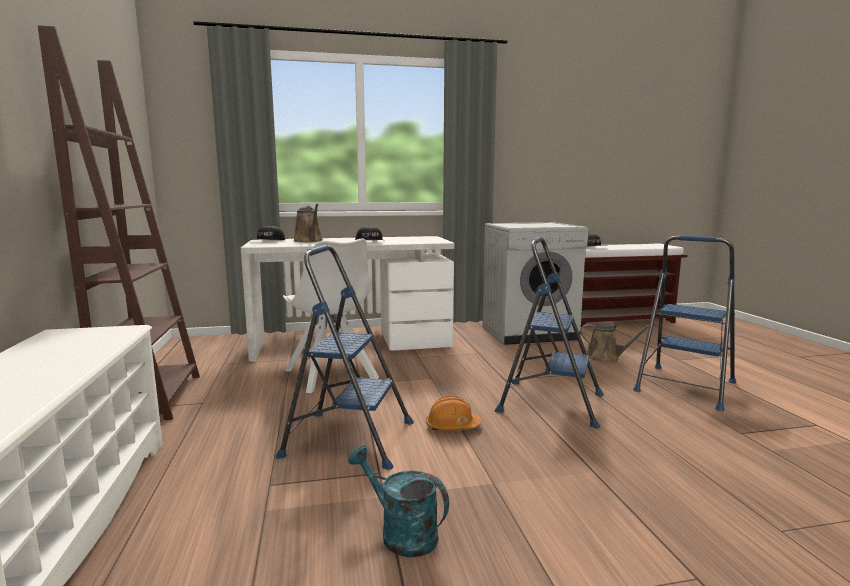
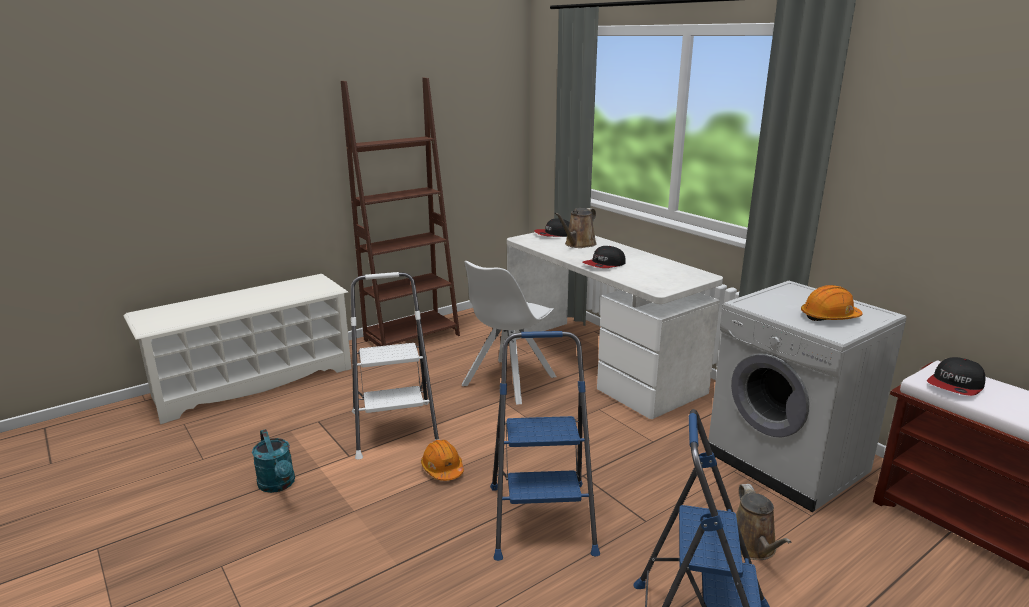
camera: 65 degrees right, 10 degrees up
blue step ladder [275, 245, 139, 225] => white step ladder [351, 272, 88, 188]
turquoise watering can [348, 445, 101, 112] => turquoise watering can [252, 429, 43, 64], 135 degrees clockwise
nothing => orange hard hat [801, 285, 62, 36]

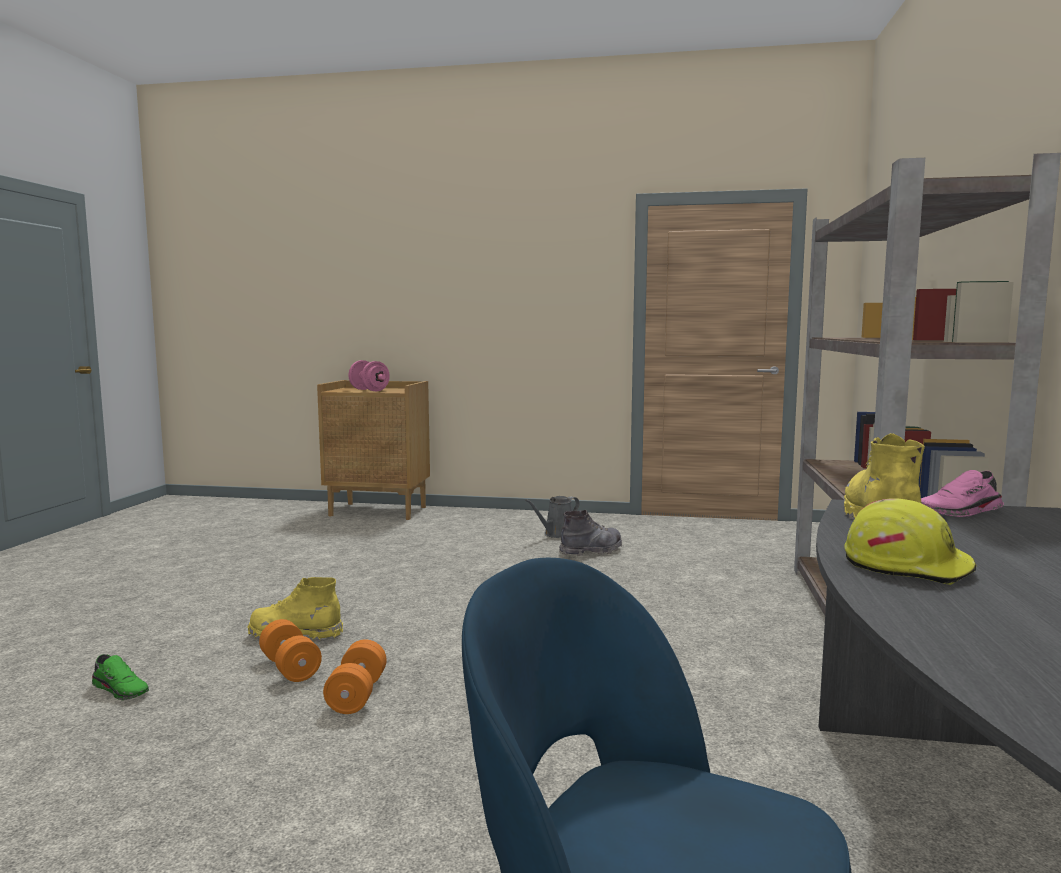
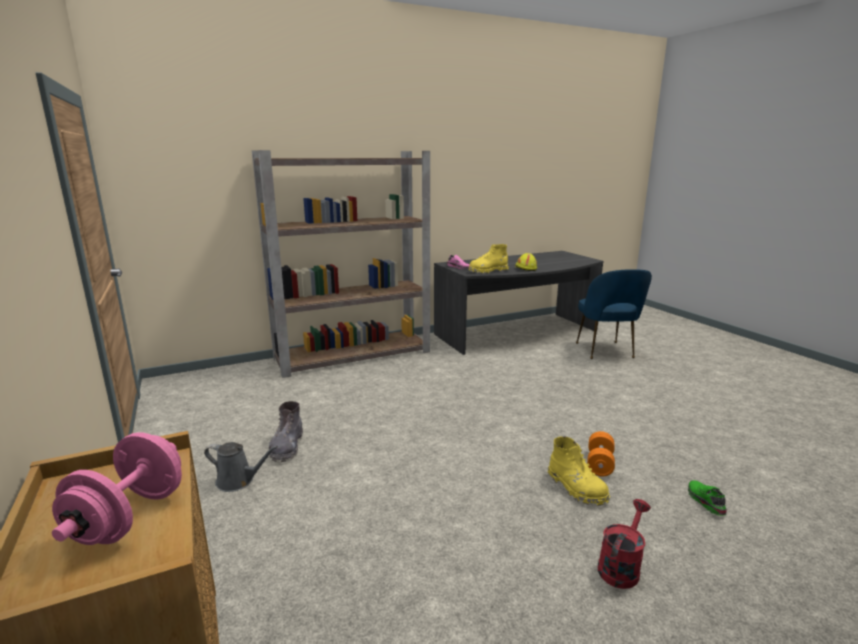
camera: 125 degrees left, 10 degrees up
orange dumbbell [323, 639, 64, 75] => nothing
grey boot [559, 510, 63, 46] => grey boot [269, 401, 34, 61], 120 degrees counterclockwise
nothing => red watering can [598, 499, 53, 90]

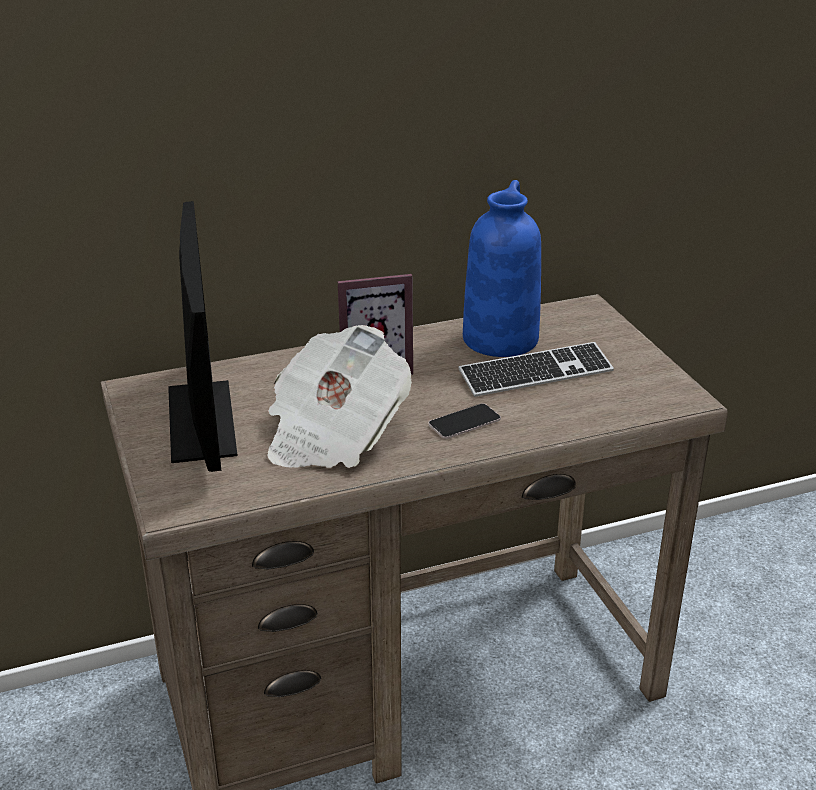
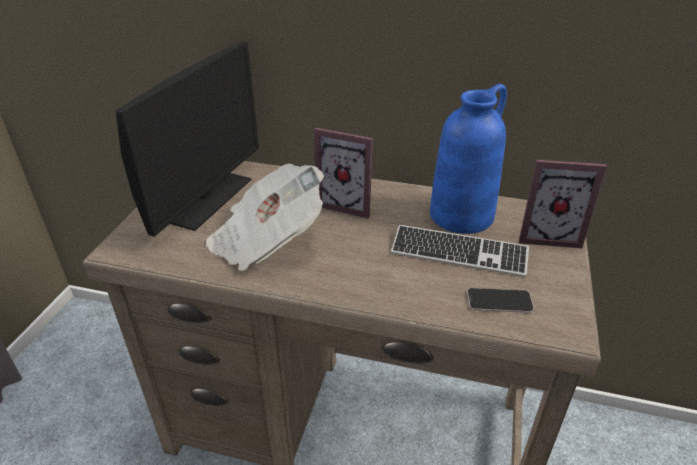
camera: 35 degrees right, 5 degrees up
phone [428, 403, 73, 36] => phone [467, 288, 67, 25], relocated
nothing => picture frame [519, 160, 88, 89]

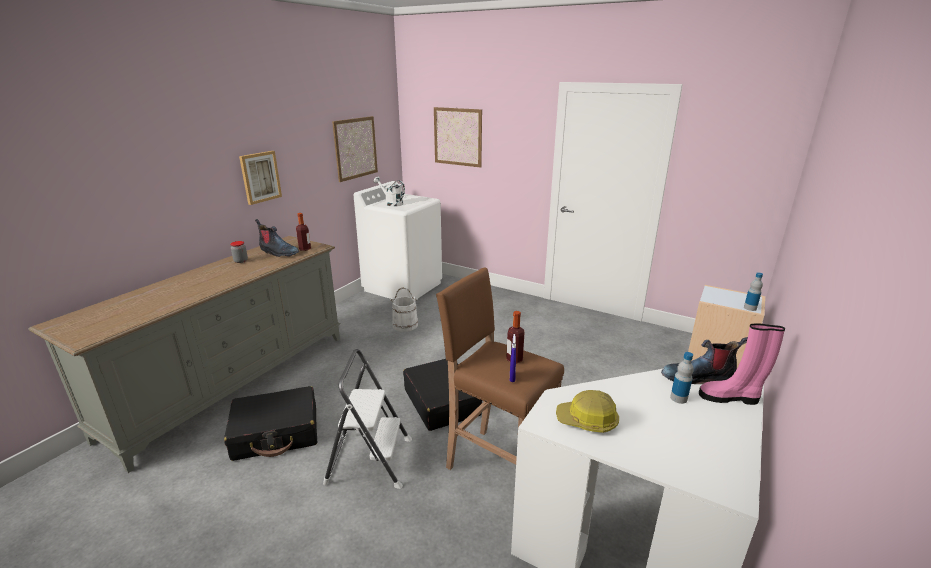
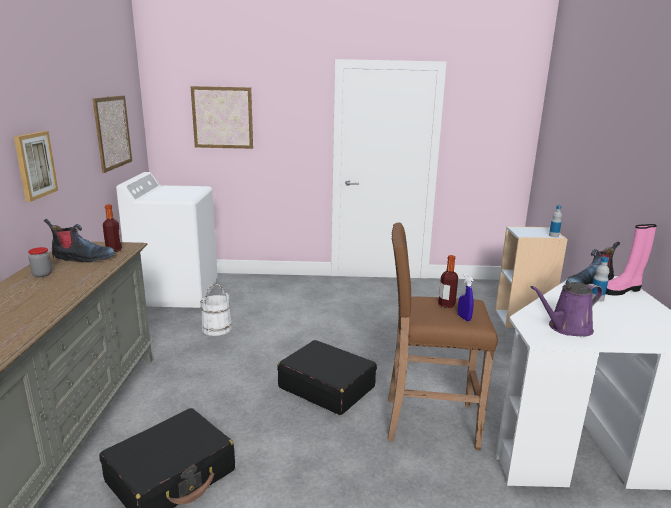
camera: 30 degrees left, 5 degrees down
white step ladder [323, 349, 89, 140] => nothing
white watering can [374, 177, 31, 29] => nothing
hard hat [556, 390, 63, 43] => purple watering can [531, 282, 72, 55]

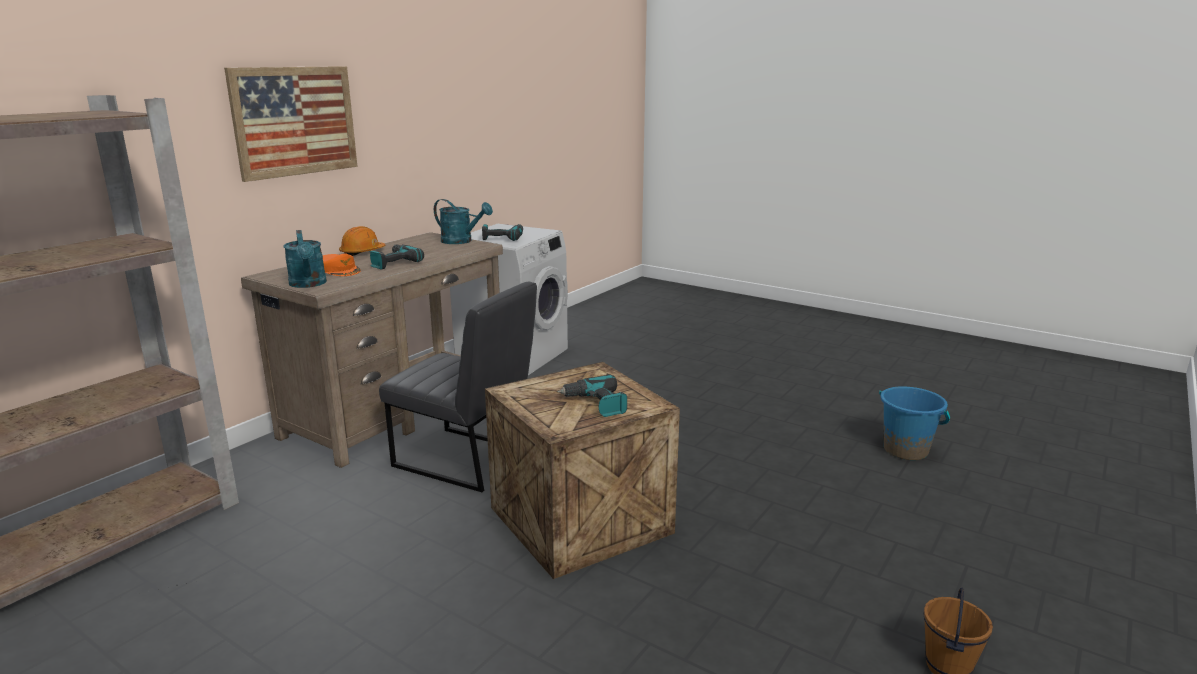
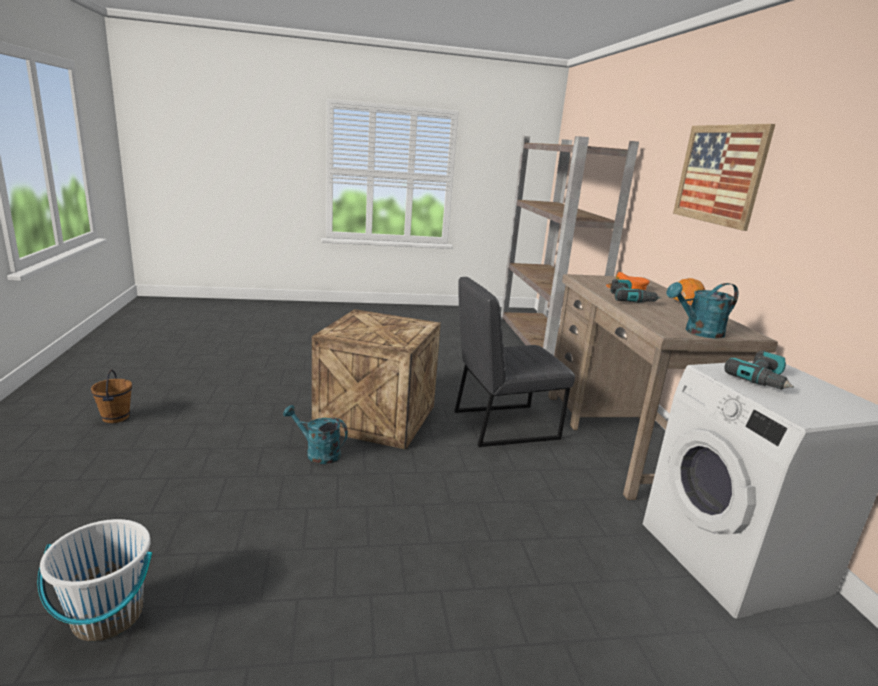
camera: 135 degrees right, 0 degrees up
turquoise watering can [283, 230, 44, 58] => turquoise watering can [283, 405, 65, 59], relocated
power drill [557, 375, 70, 42] => nothing
blue bucket [879, 386, 71, 74] => white bucket [38, 519, 114, 122]

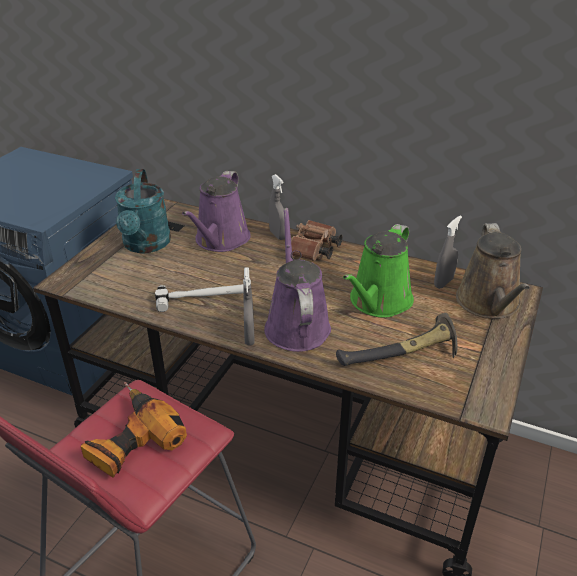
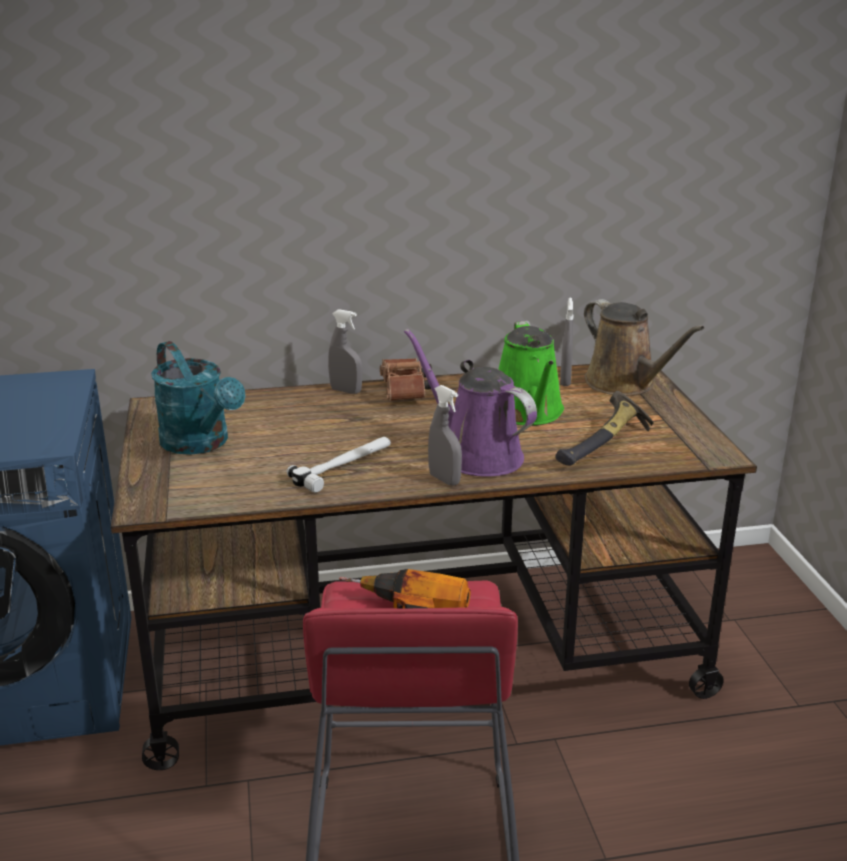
camera: 35 degrees left, 10 degrees down
purple watering can [182, 171, 69, 81] => nothing

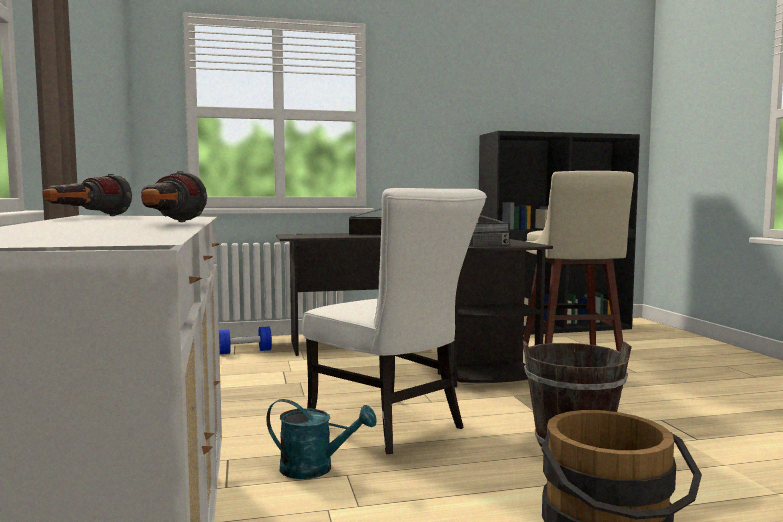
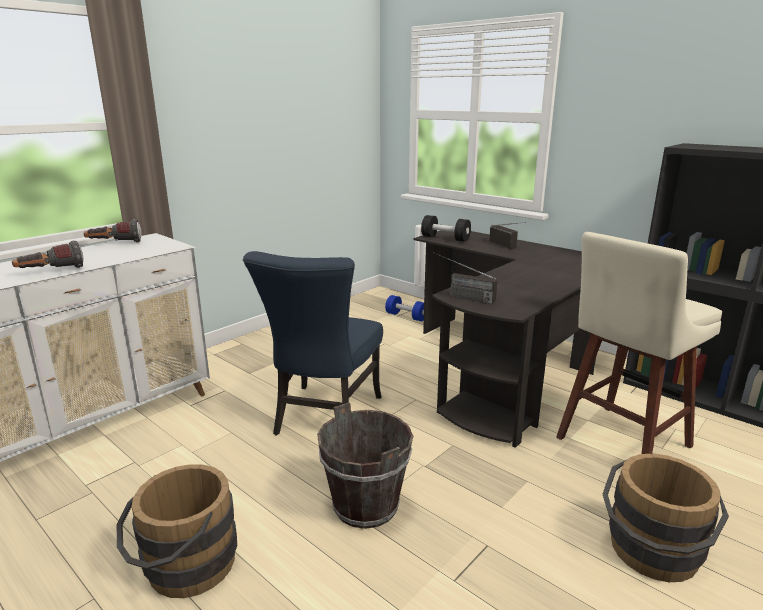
camera: 55 degrees right, 15 degrees up
turquoise watering can [266, 399, 111, 80] => nothing
white chair [302, 188, 185, 266] => blue chair [243, 251, 140, 185]
nothing => black dumbbell [421, 215, 50, 27]
nothing => brown bucket [603, 454, 126, 128]

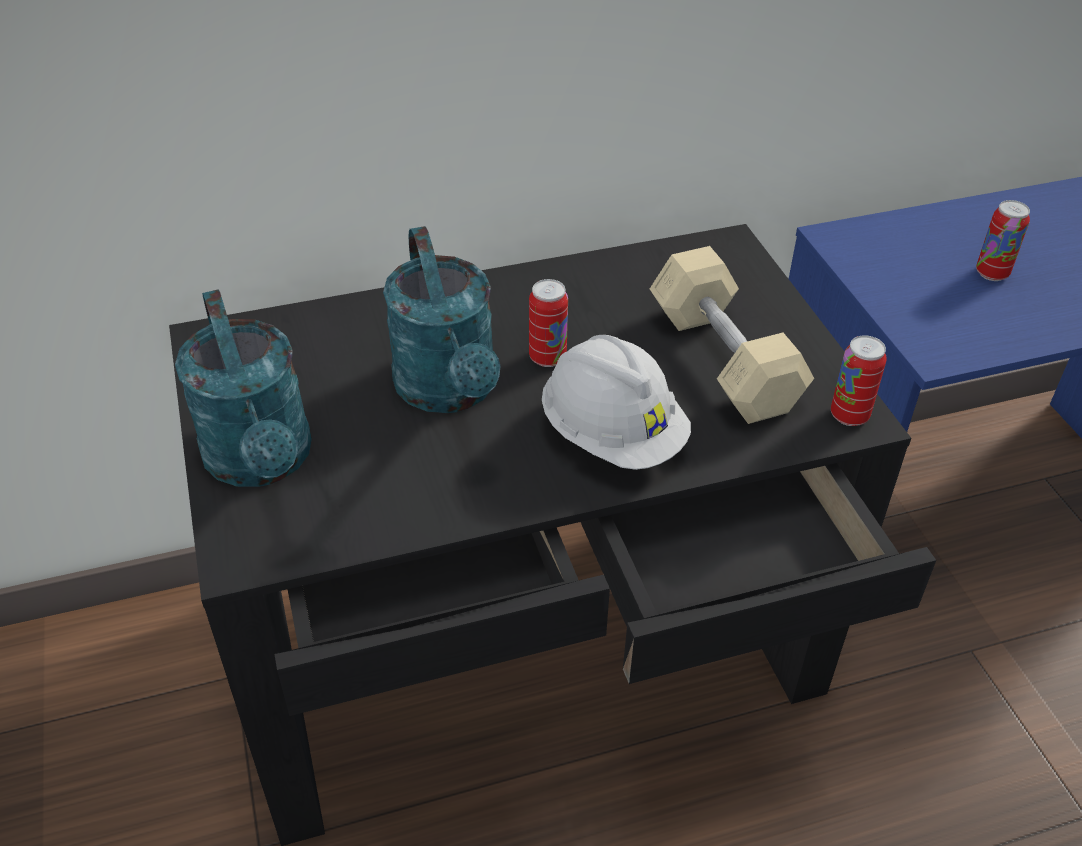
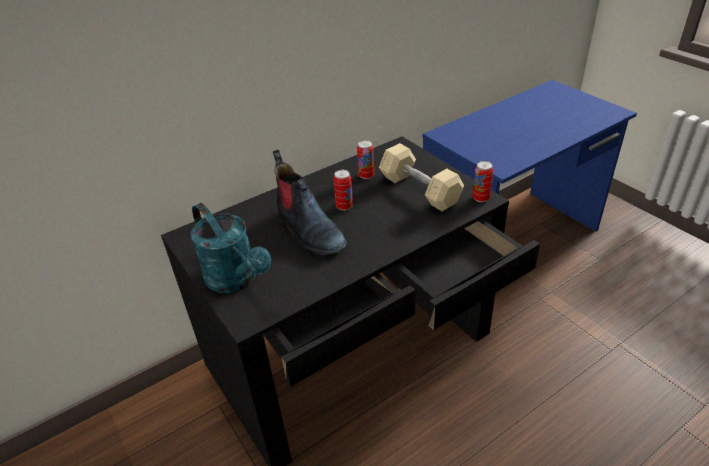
camera: 15 degrees left, 5 degrees down
turquoise watering can [383, 226, 117, 187] => boot [273, 150, 74, 105]
white hard hat [542, 335, 149, 135] => nothing
can [976, 200, 54, 81] => can [357, 140, 17, 39], relocated

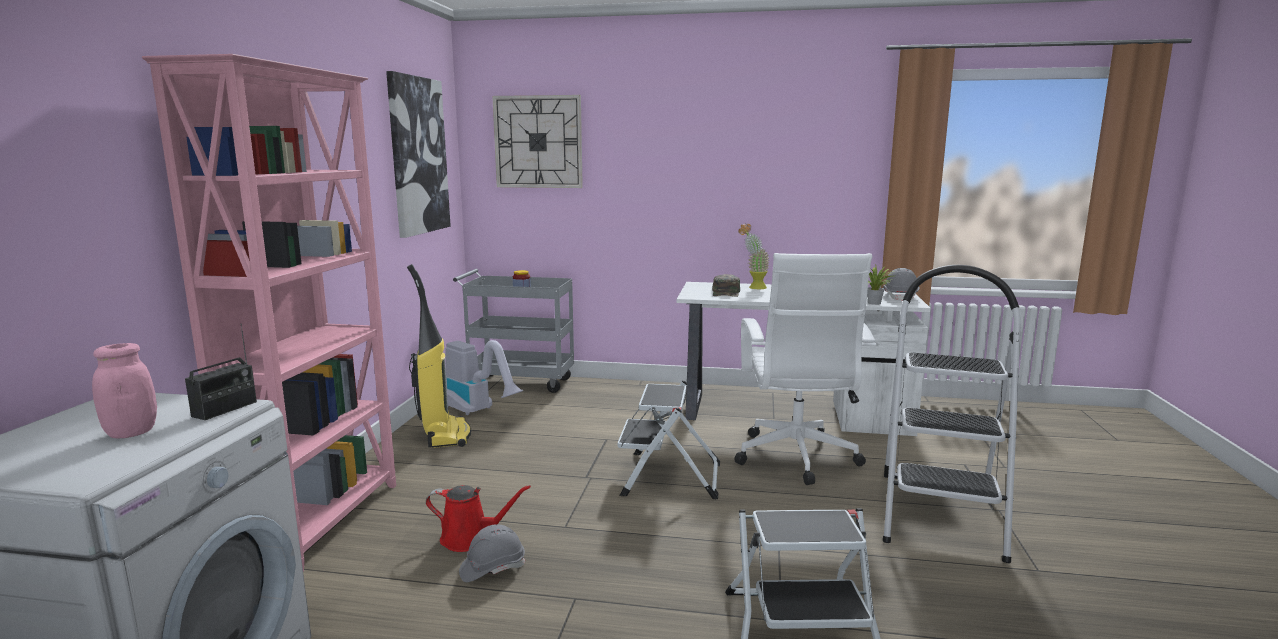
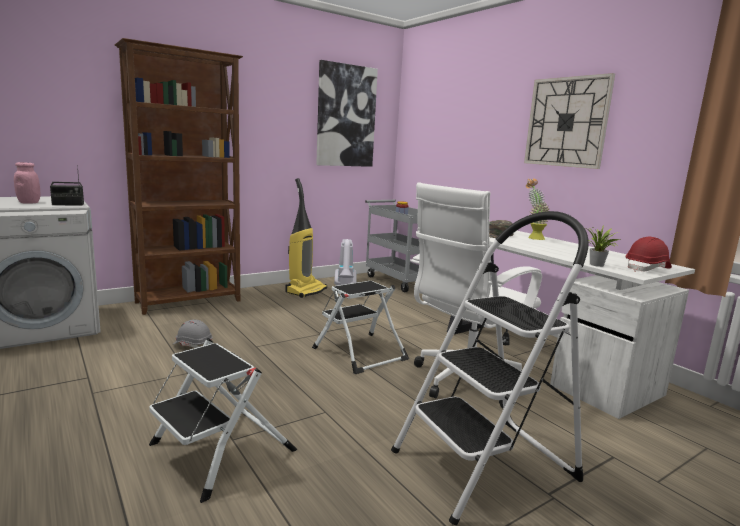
camera: 45 degrees right, 0 degrees up
pink bookcase [142, 54, 254, 518] => brown bookcase [115, 38, 128, 277]
red watering can [426, 485, 105, 67] => nothing
wall clock [492, 95, 91, 93] => wall clock [524, 73, 91, 96], relocated
grey hard hat [883, 268, 37, 32] => red hard hat [626, 237, 46, 35]

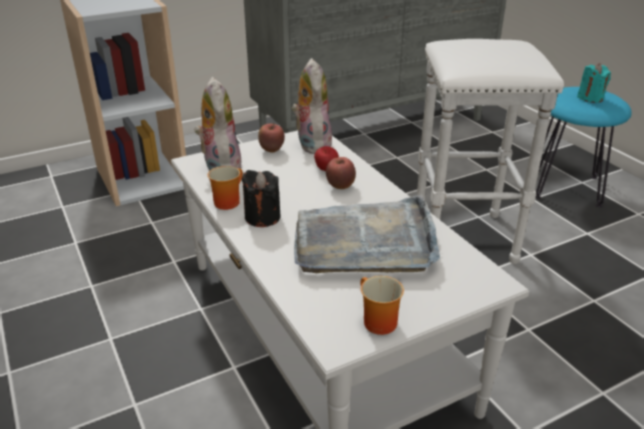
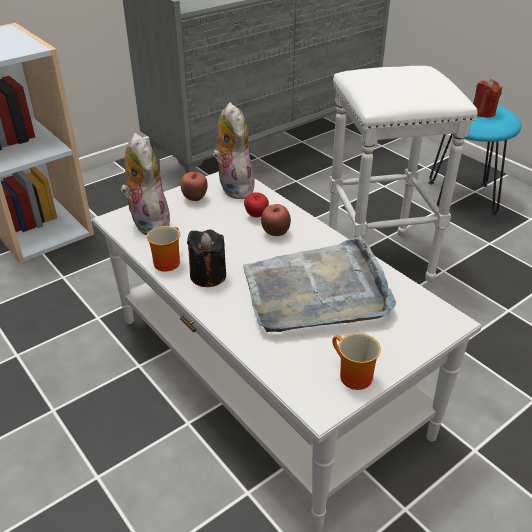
camera: 10 degrees left, 5 degrees up
turquoise candle [577, 63, 34, 40] => red candle [473, 79, 29, 39]

